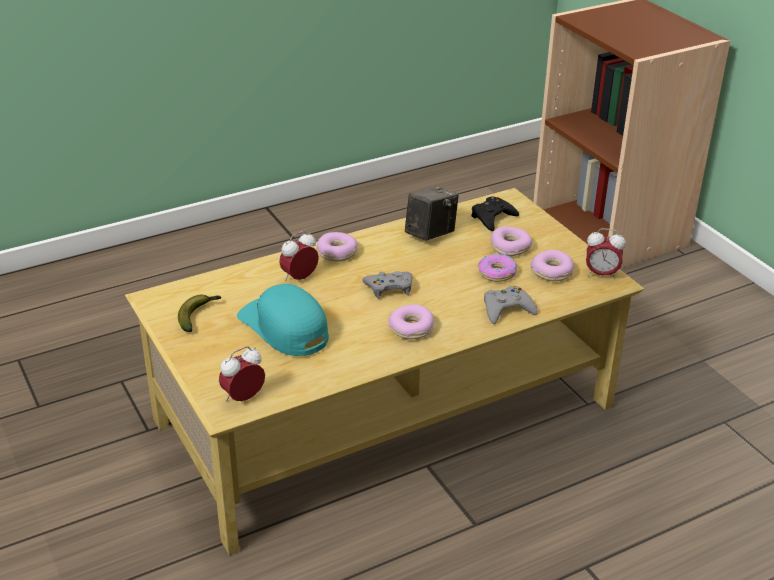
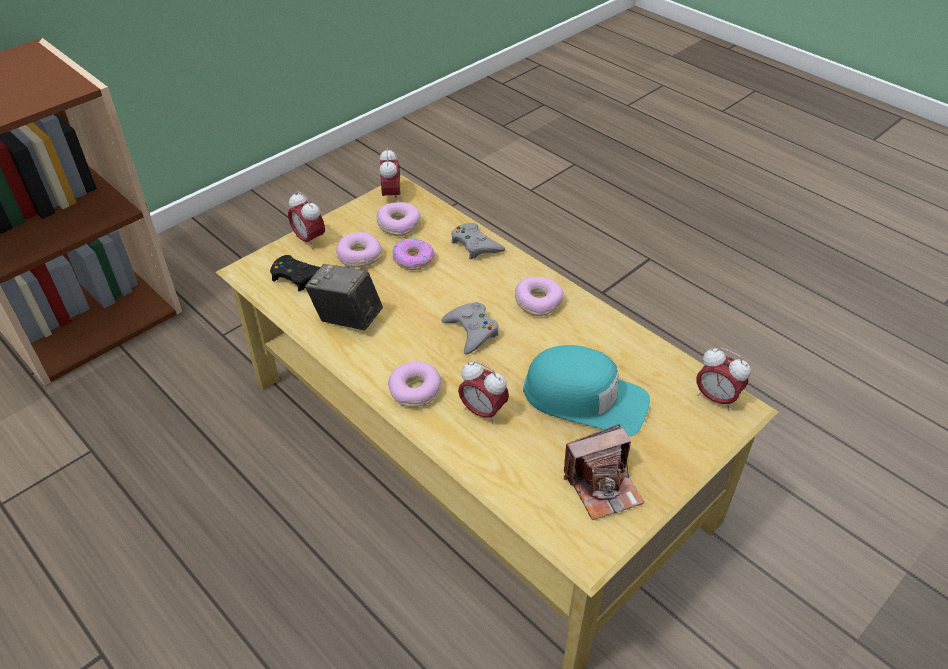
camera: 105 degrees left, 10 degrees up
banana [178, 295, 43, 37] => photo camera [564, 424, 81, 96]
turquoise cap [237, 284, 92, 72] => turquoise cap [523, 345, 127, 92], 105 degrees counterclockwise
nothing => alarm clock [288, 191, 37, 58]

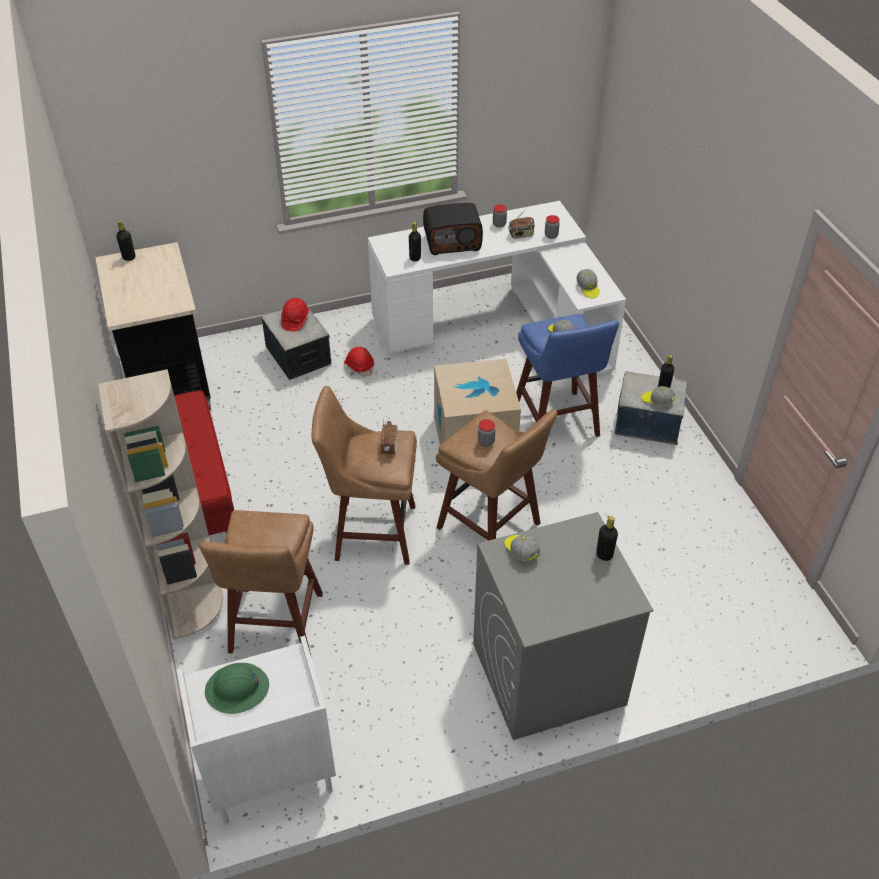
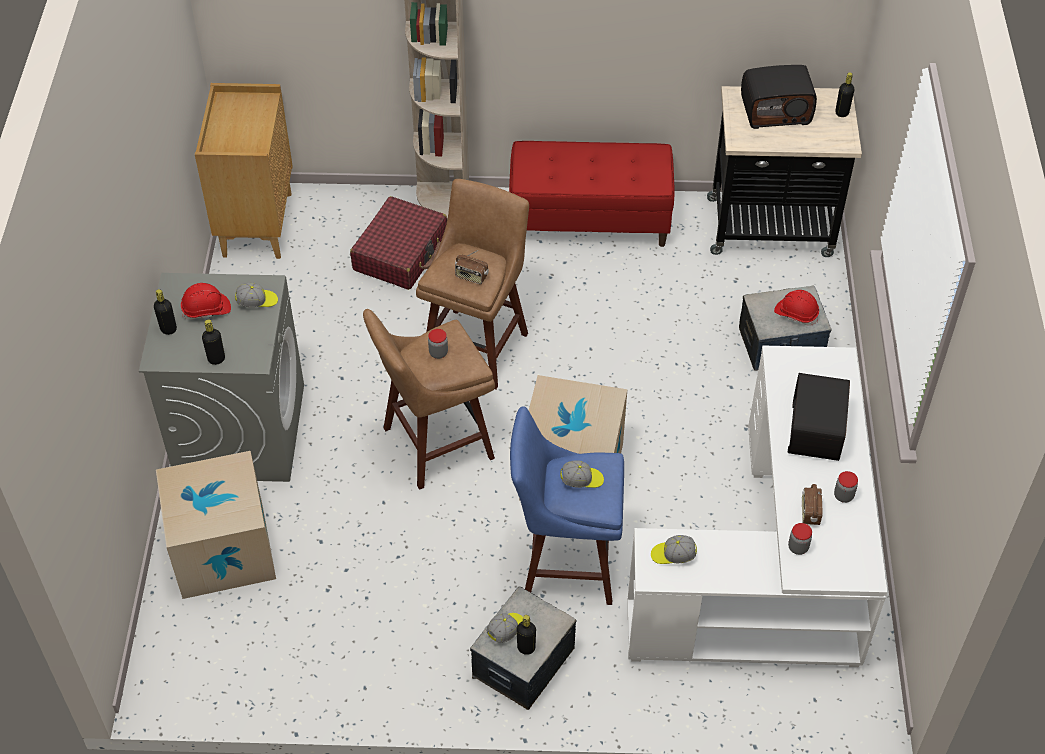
camera: 110 degrees right, 5 degrees up
white cabinet [177, 636, 159, 189] => brown cabinet [195, 83, 98, 176]
brown stool [199, 510, 124, 145] => red suitcase [350, 196, 97, 94]
green hard hat [205, 663, 64, 51] => nothing
red hard hat [344, 347, 30, 29] => red hard hat [181, 283, 50, 37], relocated
black bottle [409, 222, 12, 39] => black bottle [154, 289, 23, 46], relocated
nothing => cardboard box [156, 451, 120, 148]
nothing => radio [741, 65, 76, 64]

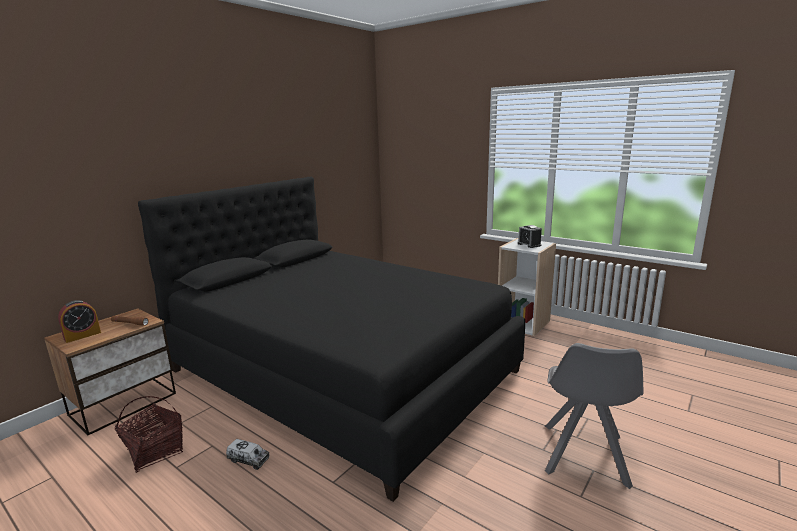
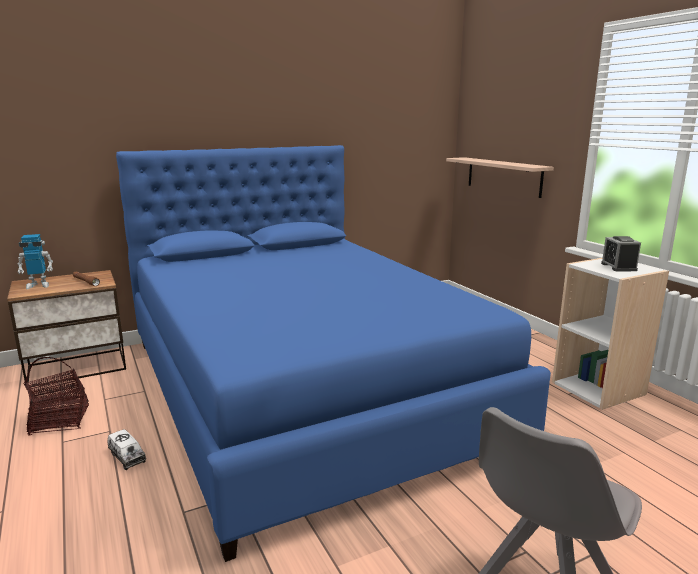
camera: 25 degrees right, 0 degrees up
alarm clock [58, 300, 43, 43] => toy robot [18, 234, 35, 55]
black bed [138, 177, 387, 325] => blue bed [116, 145, 435, 417]
nothing => shelf [446, 157, 108, 41]

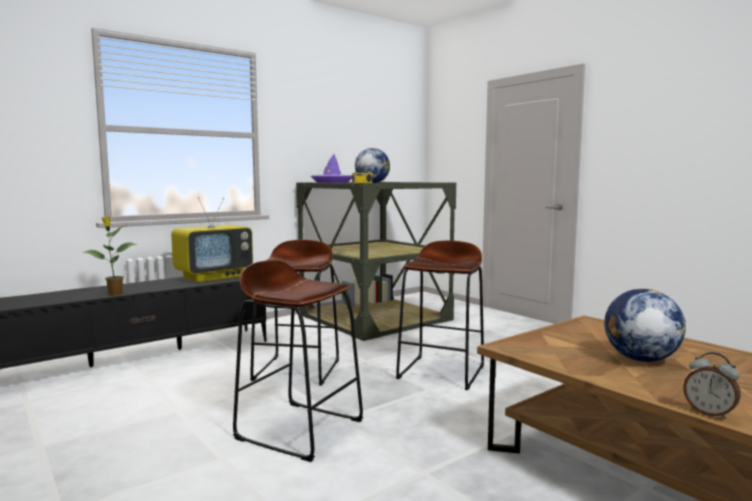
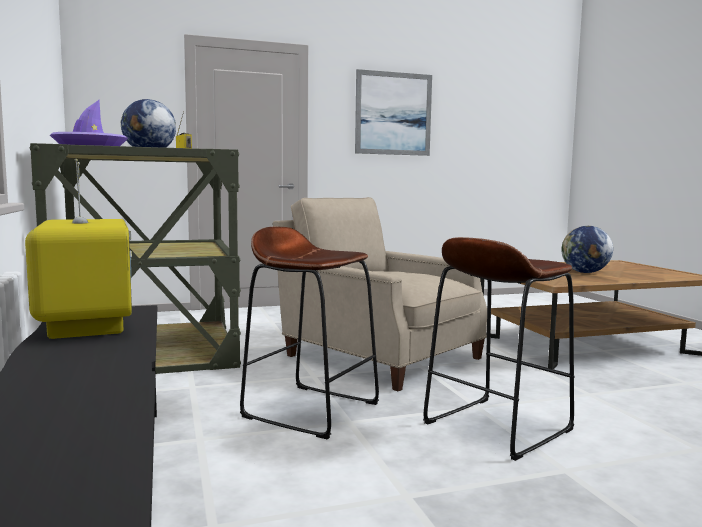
camera: 70 degrees left, 0 degrees up
potted plant [82, 217, 55, 78] => nothing
brown stool [396, 240, 88, 150] => beige armchair [273, 197, 214, 194]
alarm clock [683, 352, 58, 67] => nothing
nothing => picture [355, 69, 77, 87]

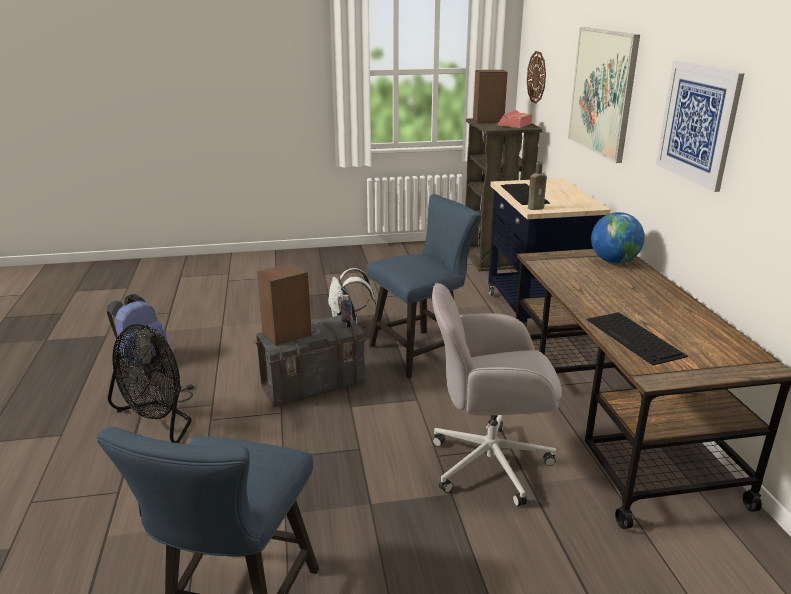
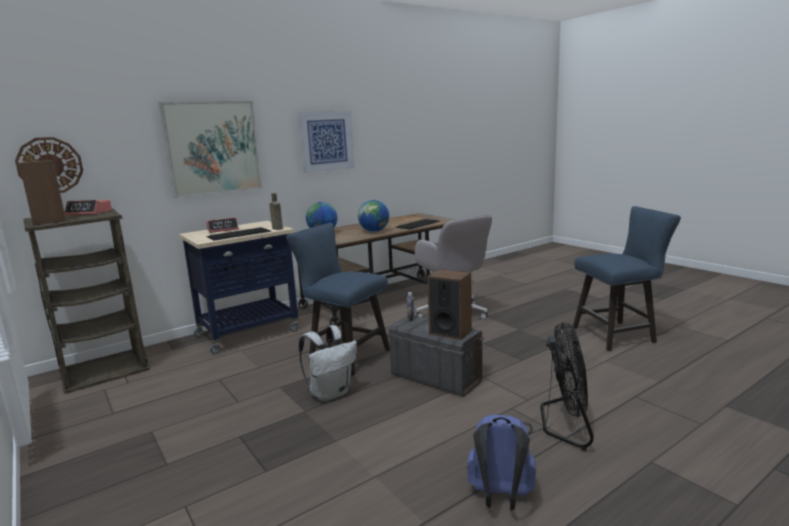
camera: 115 degrees left, 10 degrees down
nothing => alarm clock [206, 218, 33, 15]
nothing => globe [358, 200, 31, 32]

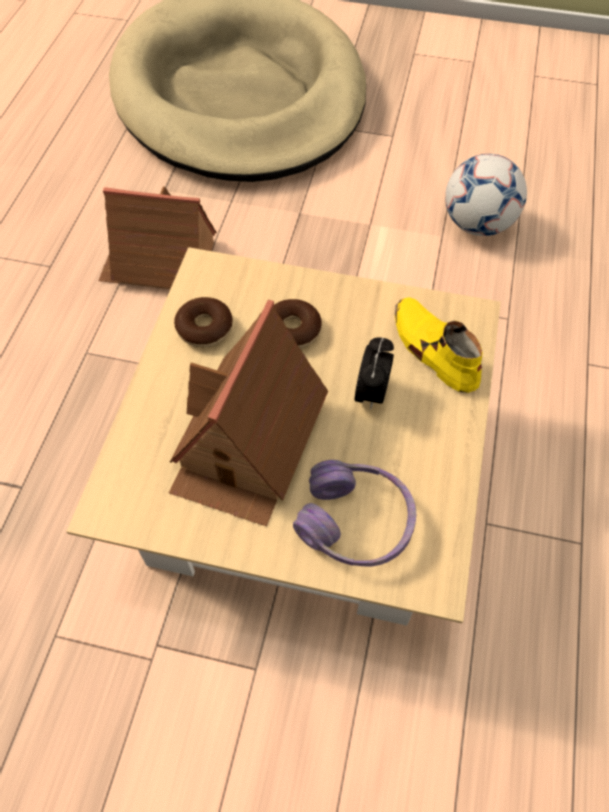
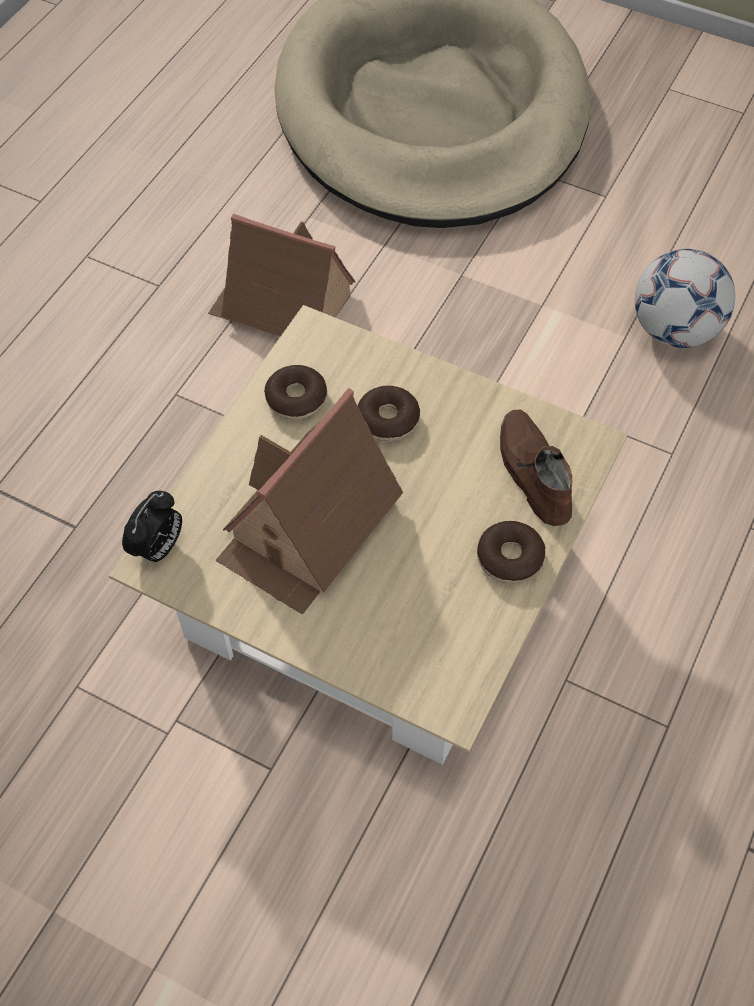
camera: 15 degrees right, 0 degrees up
purple headphones [293, 460, 123, 107] => nothing
alarm clock [355, 338, 39, 72] => alarm clock [122, 491, 60, 75], relocated
yellow shoe [395, 297, 87, 96] => brown shoe [500, 409, 72, 117]
nothing => donut [477, 521, 69, 63]

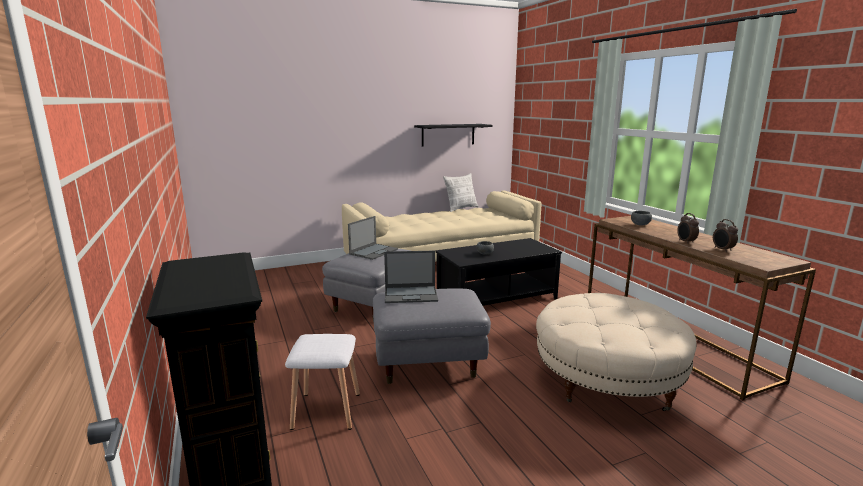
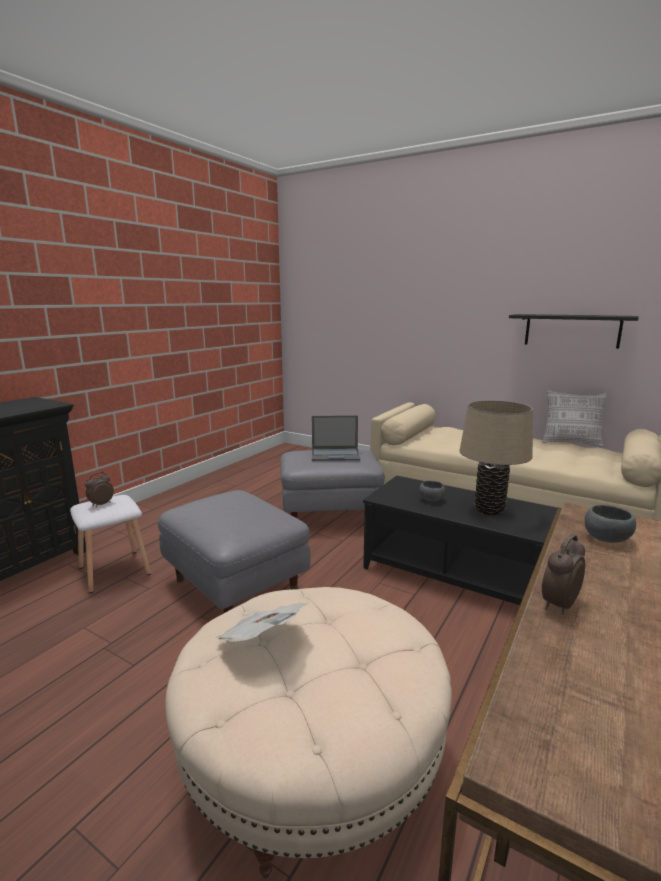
camera: 55 degrees right, 0 degrees up
laptop [384, 250, 54, 53] => nothing
alarm clock [713, 219, 25, 33] => alarm clock [85, 472, 29, 35], relocated
nothing => newspaper [215, 603, 93, 39]
nothing => beige table lamp [459, 400, 74, 116]

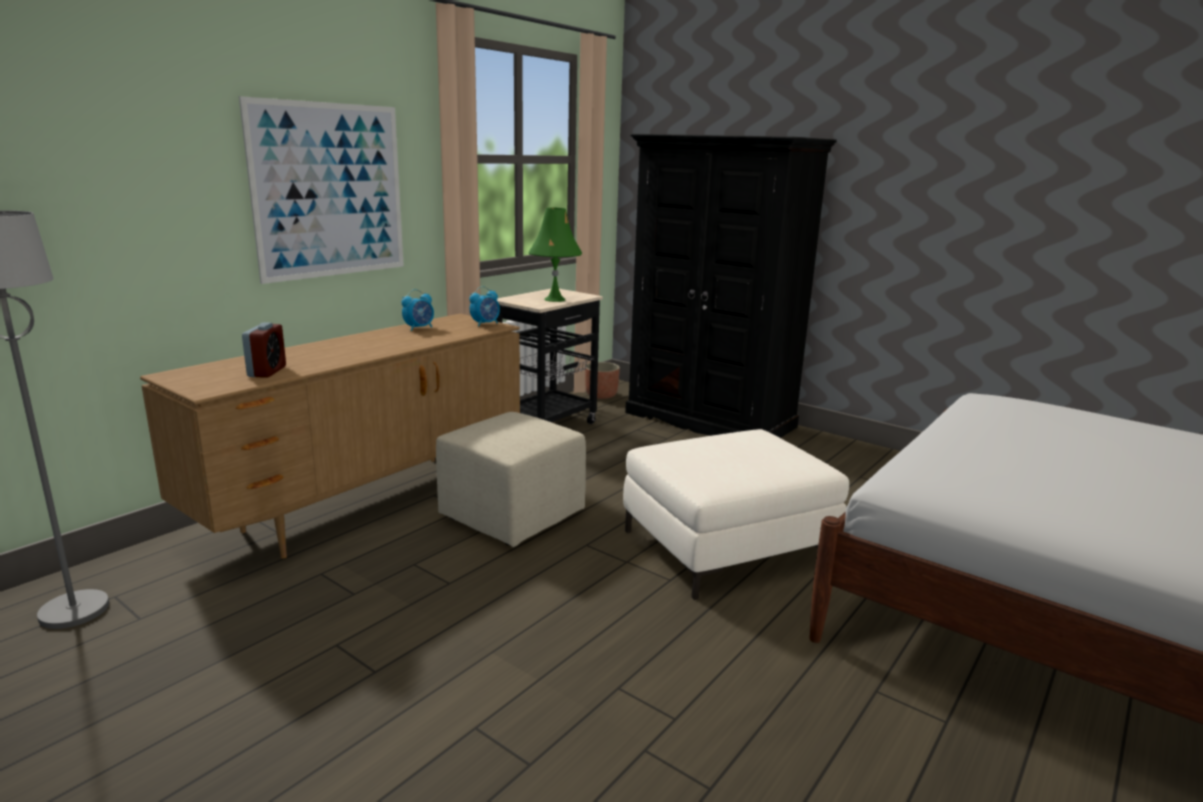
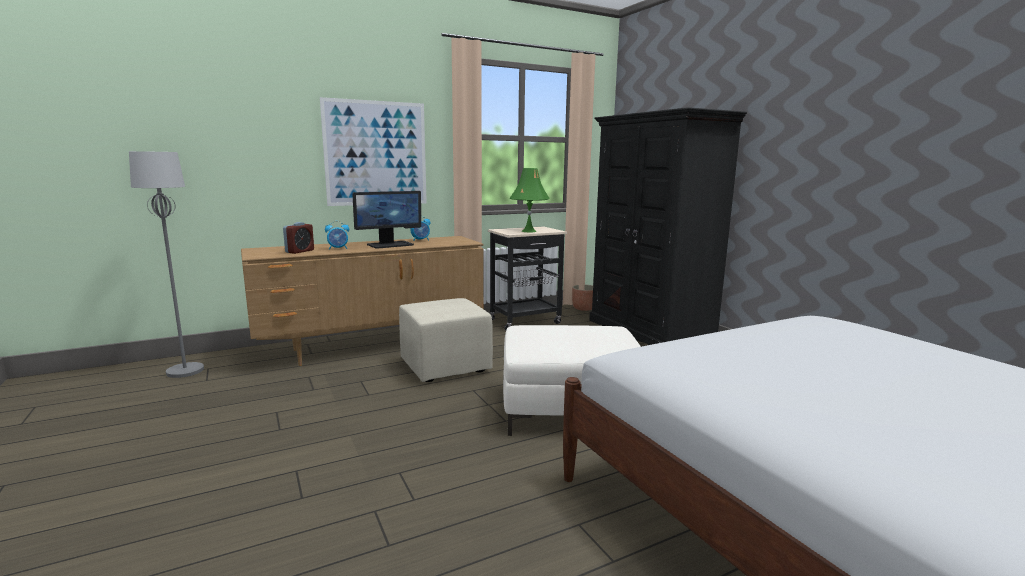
camera: 25 degrees right, 5 degrees down
alarm clock [470, 286, 30, 41] => alarm clock [325, 221, 24, 29], relocated
nothing => monitor [352, 191, 69, 58]

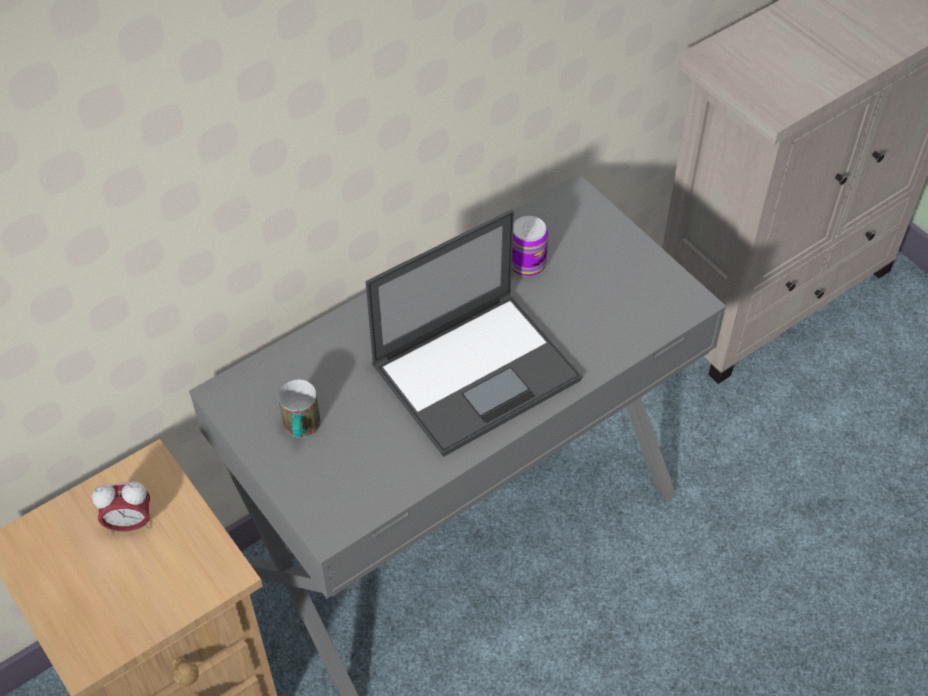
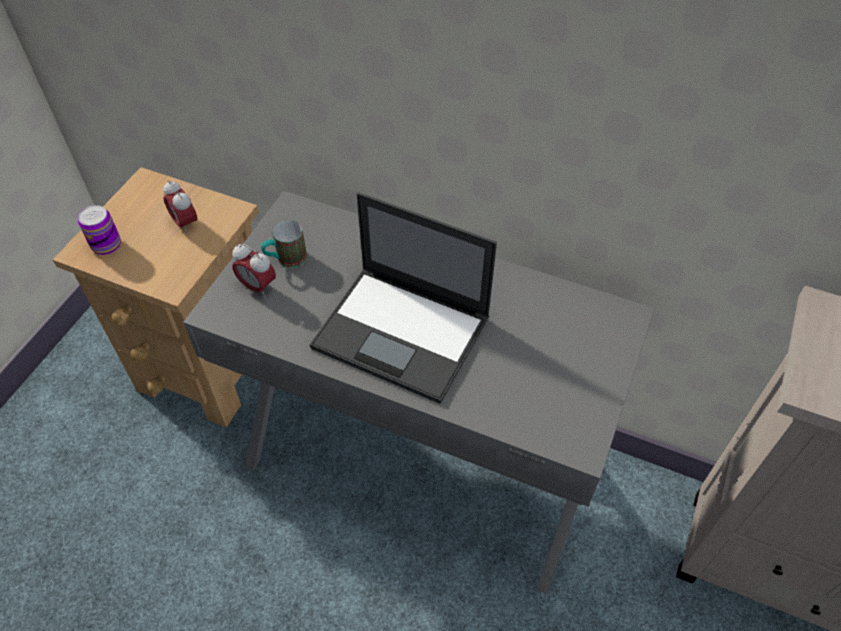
camera: 60 degrees right, 0 degrees up
can [512, 216, 36, 61] => can [78, 205, 43, 50], relocated
nothing => alarm clock [232, 244, 44, 54]

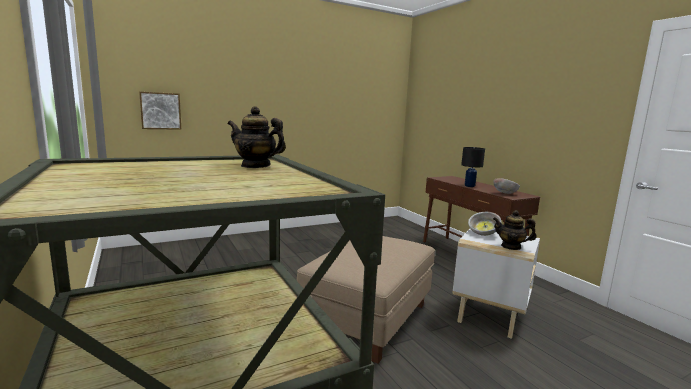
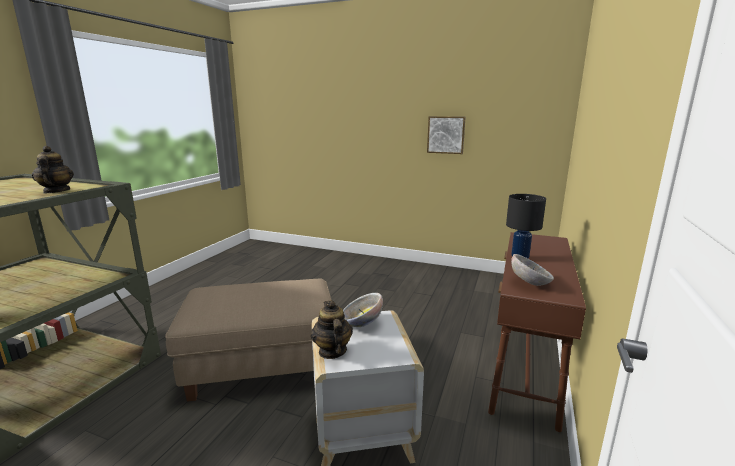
camera: 50 degrees right, 5 degrees up
picture [139, 92, 42, 38] => picture [427, 116, 39, 38], relocated

